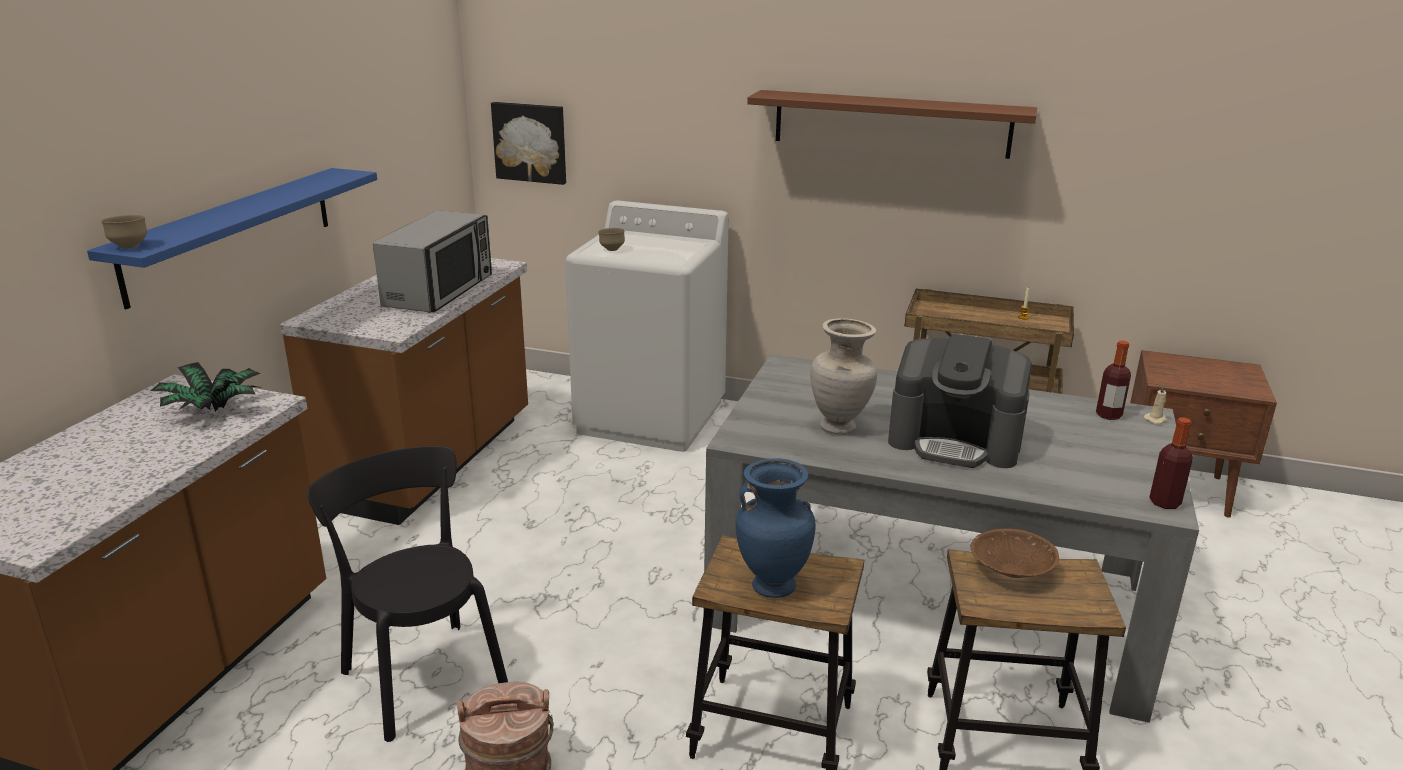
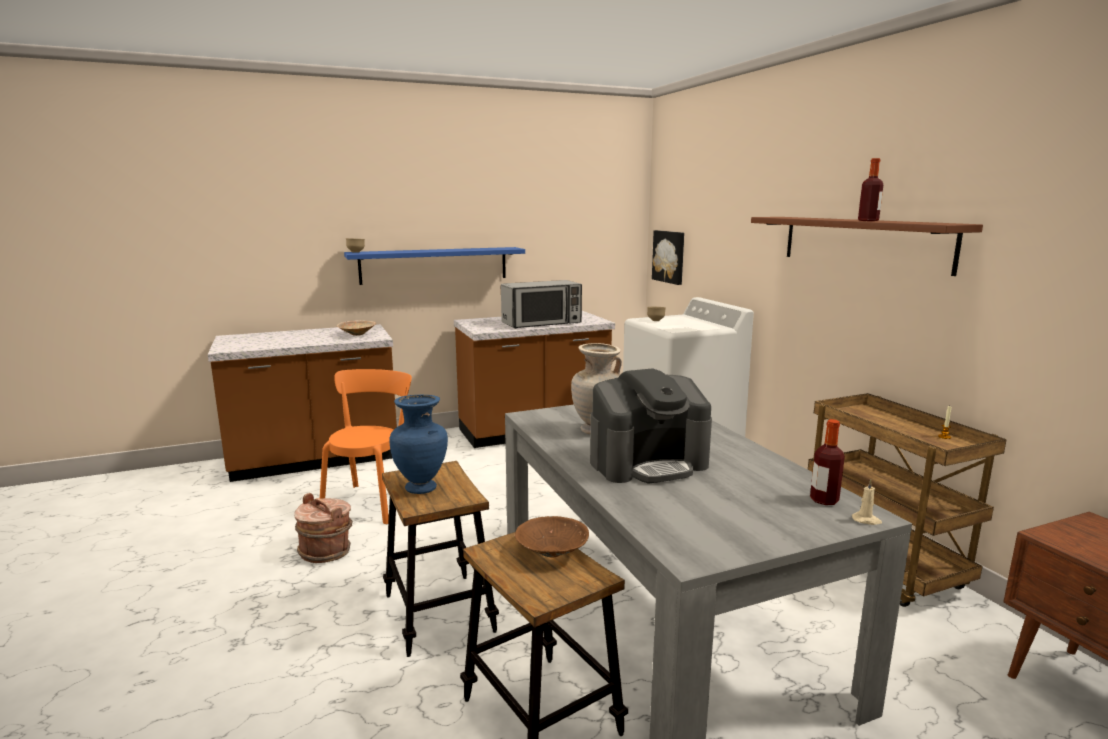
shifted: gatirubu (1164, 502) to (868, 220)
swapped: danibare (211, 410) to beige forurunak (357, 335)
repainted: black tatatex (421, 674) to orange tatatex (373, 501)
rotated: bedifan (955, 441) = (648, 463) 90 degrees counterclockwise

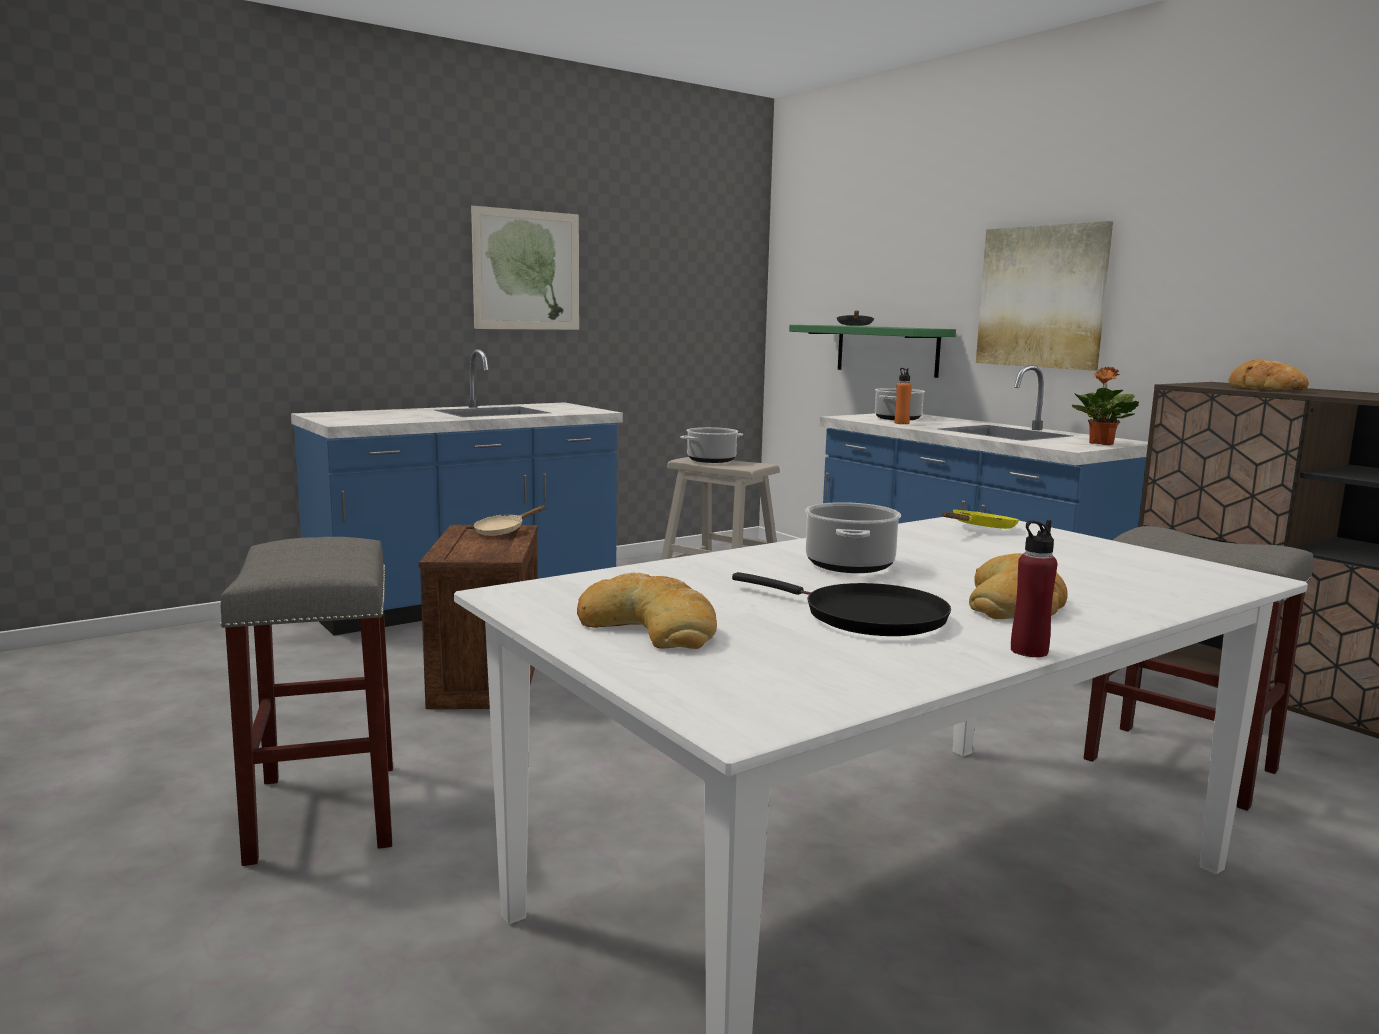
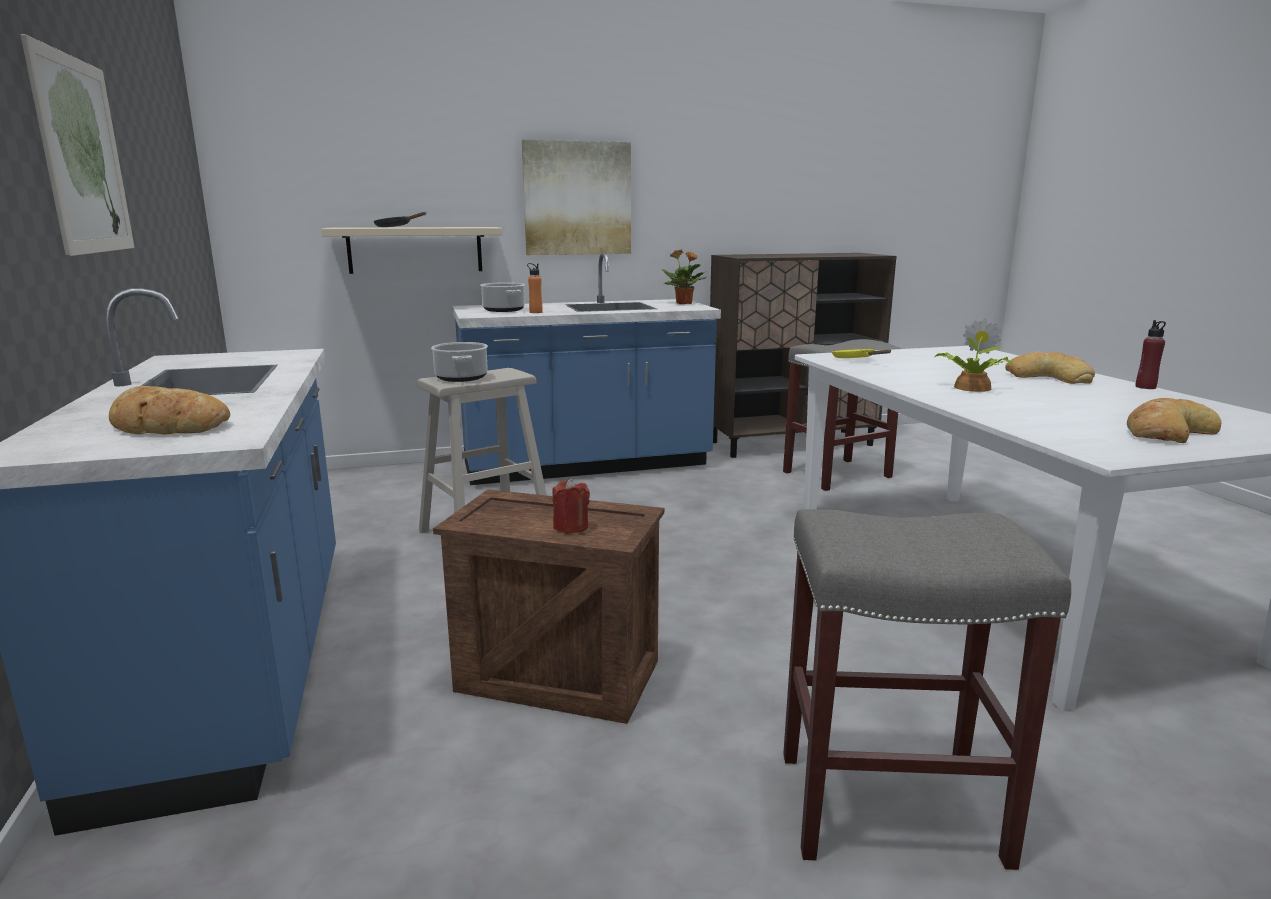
gone: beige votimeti (503, 531); black votimeti (865, 616)
new: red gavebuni (571, 527)
shifted: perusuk (1263, 388) to (167, 425)
swapped: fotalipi (849, 564) to danibare (970, 388)
repainted: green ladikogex (887, 350) to beige ladikogex (415, 250)

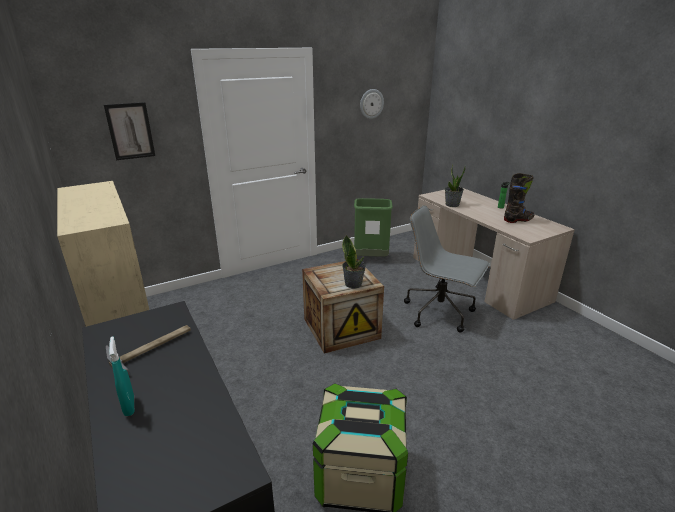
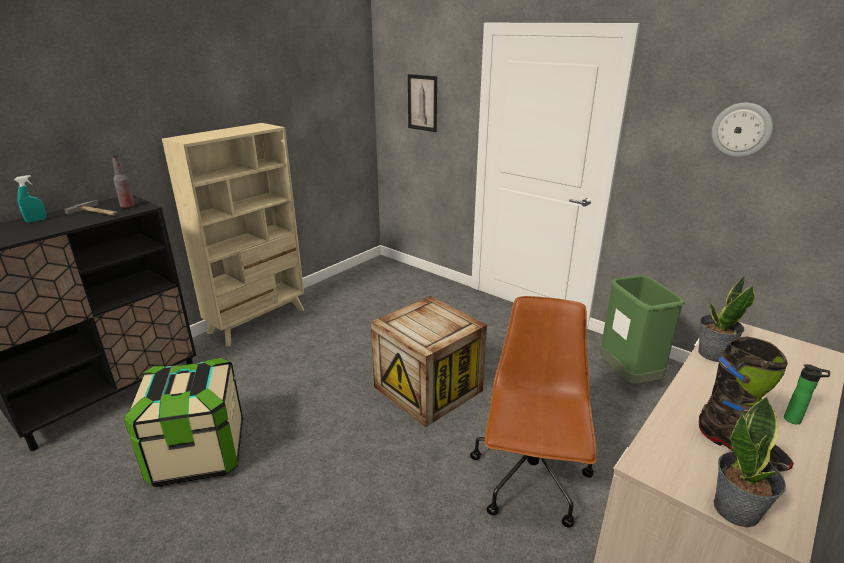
new: gatirubu (128, 206)
shifted: danibare (353, 284) to (737, 510)
repainted: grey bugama (440, 313) to brown bugama (530, 481)

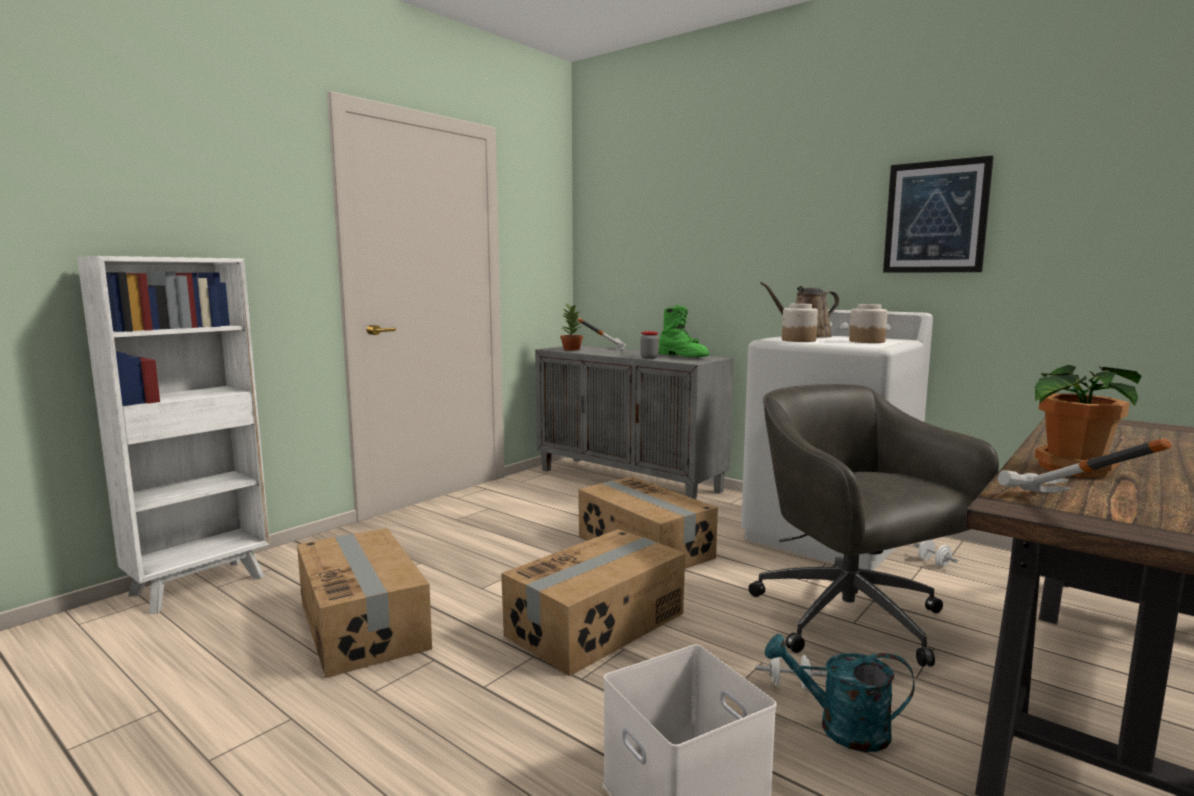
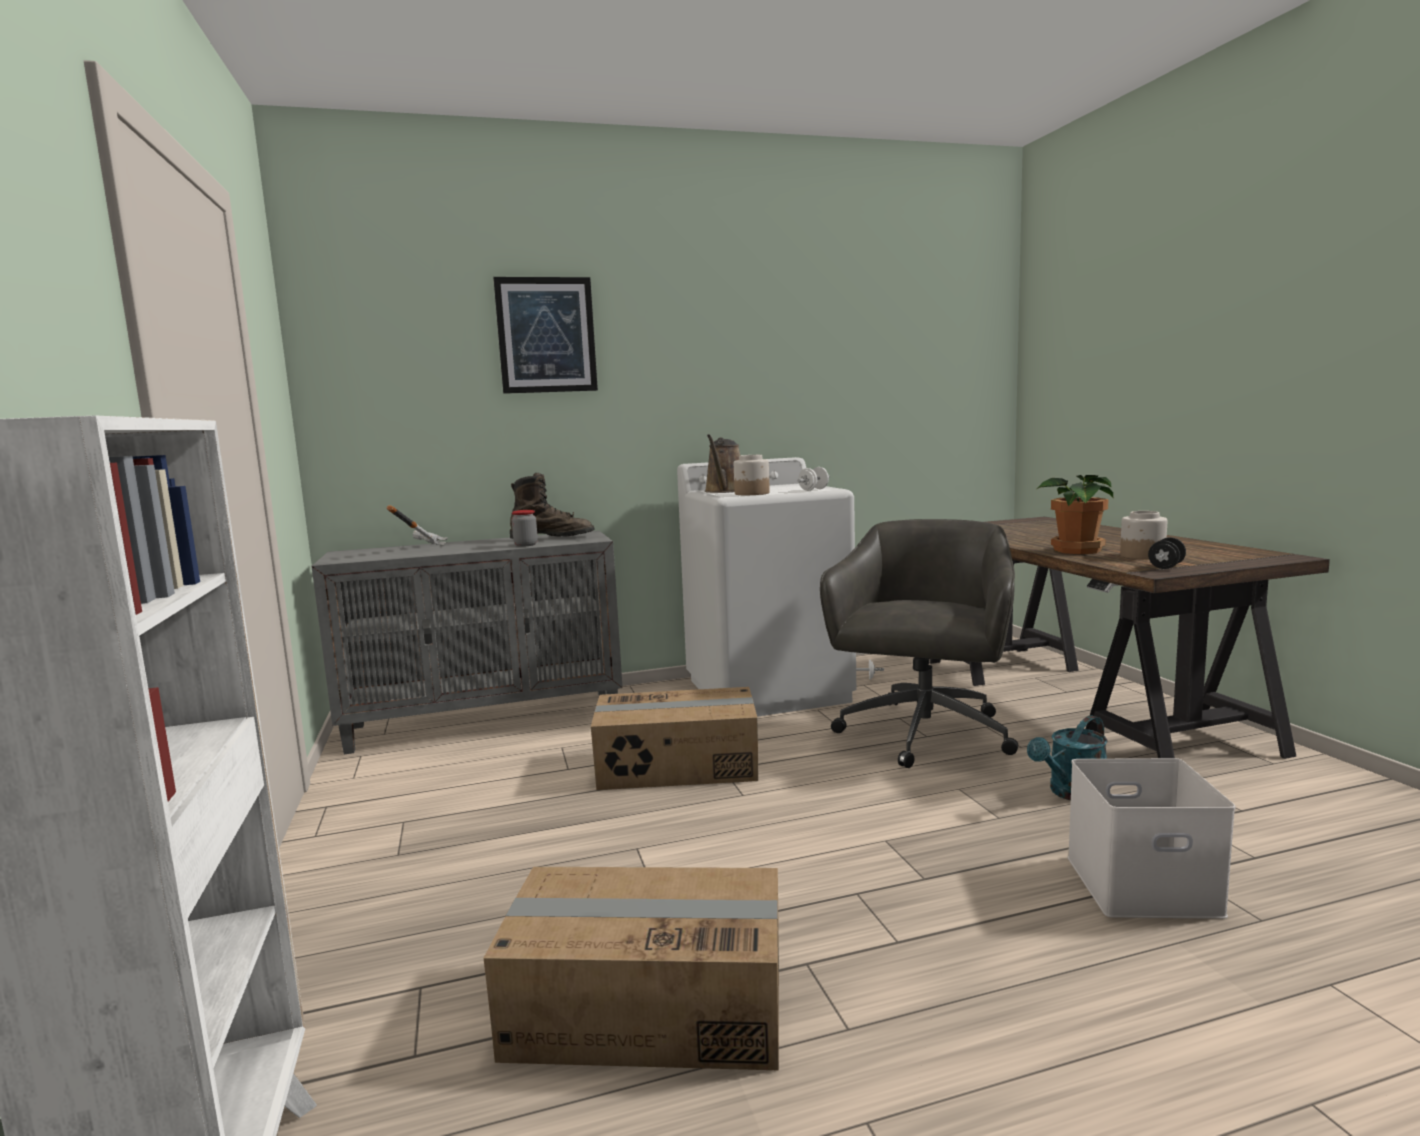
gone: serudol (597, 625); danibare (571, 349)
shifted: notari (936, 217) to (546, 335); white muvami (789, 684) to (813, 490); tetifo (866, 341) to (1141, 556)
swapped: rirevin (1065, 509) to black muvami (1166, 567)
repainted: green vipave (683, 357) to brown vipave (552, 538)
rotated: grey bugama (852, 620) = (923, 735) 105 degrees clockwise

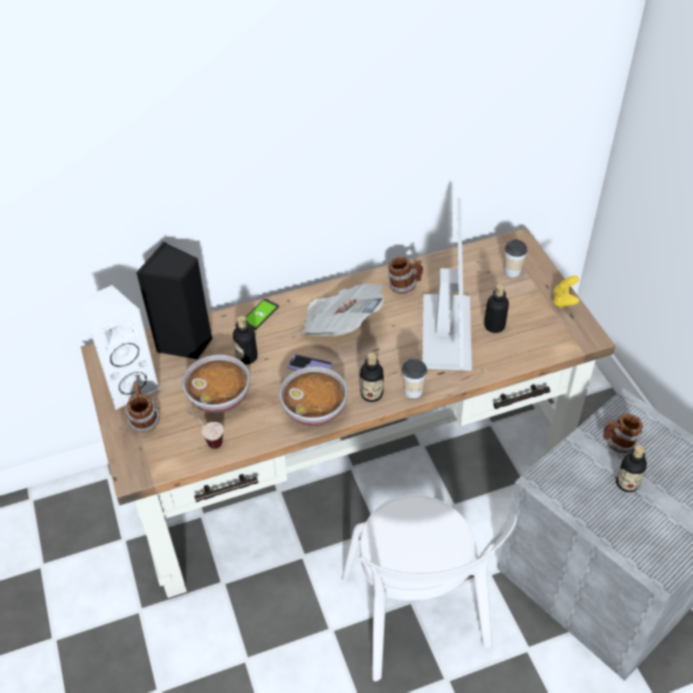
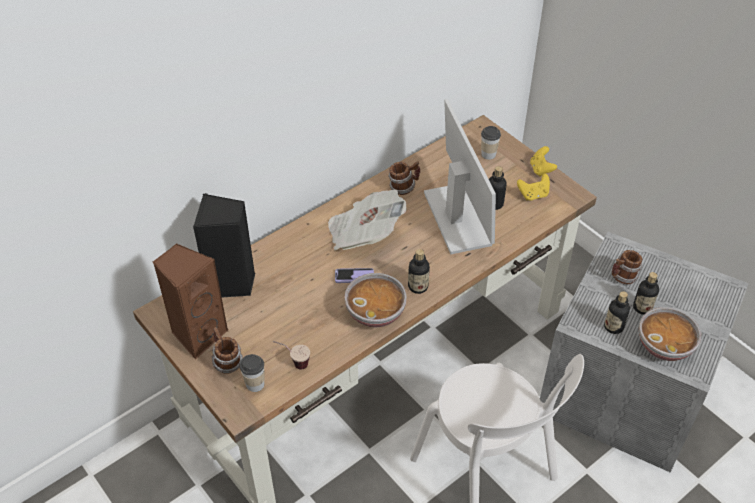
gone: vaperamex (260, 315)
new: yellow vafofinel (533, 195)
shifted: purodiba (413, 391) to (255, 384); gatirubu (247, 357) to (613, 326); forurunak (220, 397) to (664, 345)
repainted: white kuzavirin (130, 385) to brown kuzavirin (198, 334)

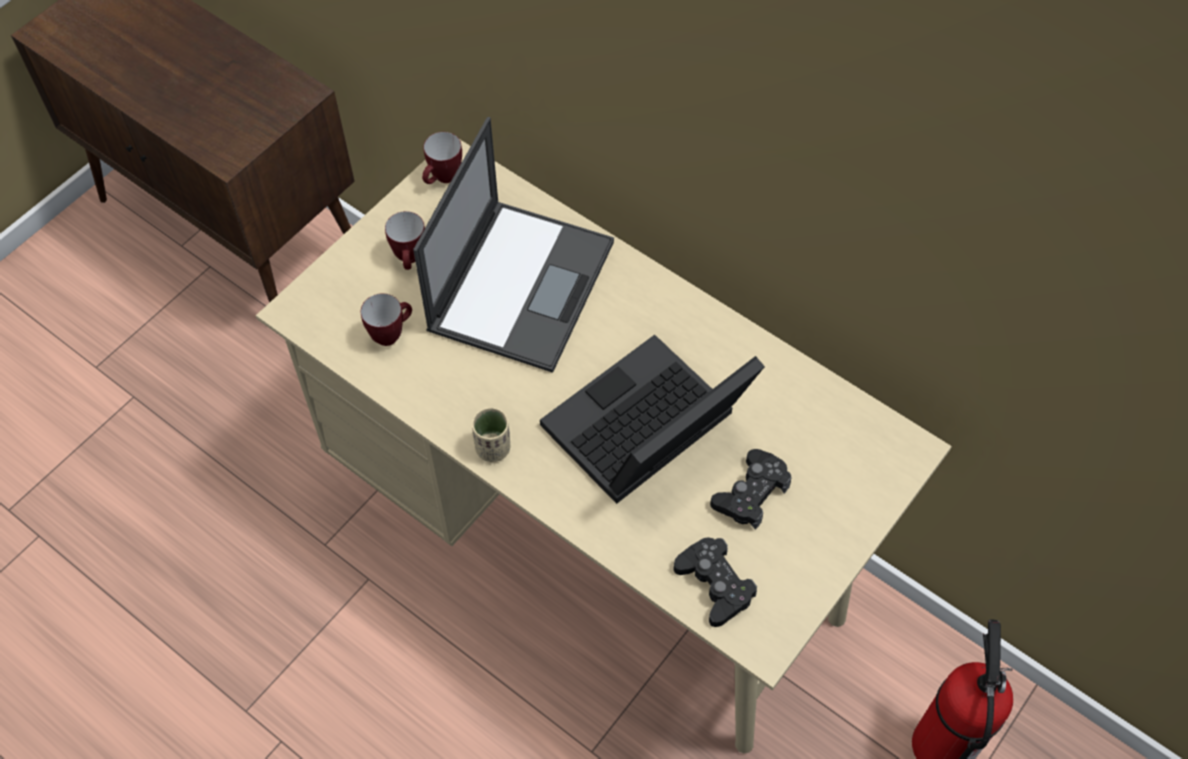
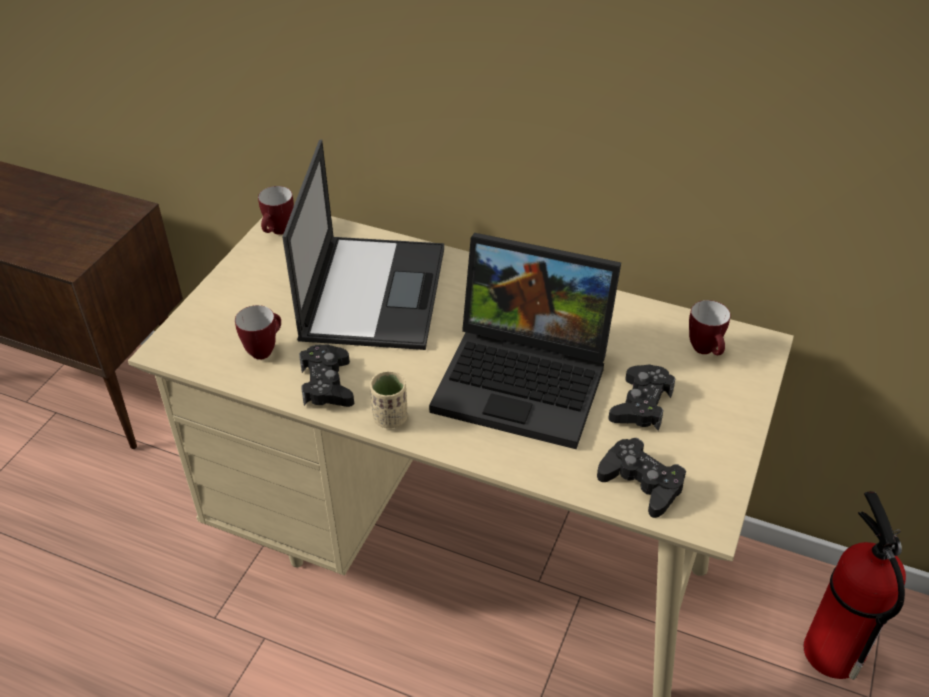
new: black vafofinel (327, 384)
shifted: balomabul (410, 260) to (706, 351)
rotated: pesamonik (645, 434) = (527, 379) 105 degrees counterclockwise

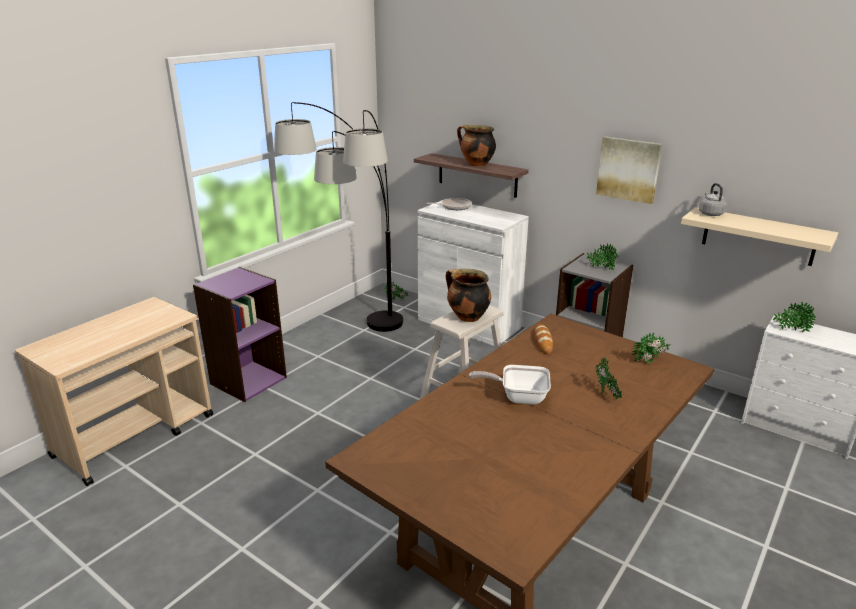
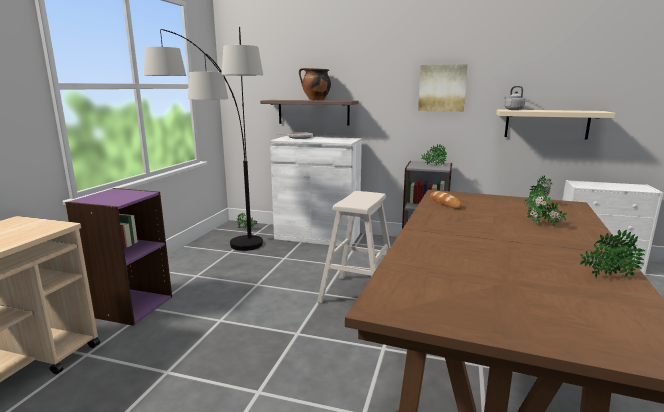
gone: fotalipi (467, 317); votimeti (518, 396)
shifted: danibare (790, 330) to (605, 277)

